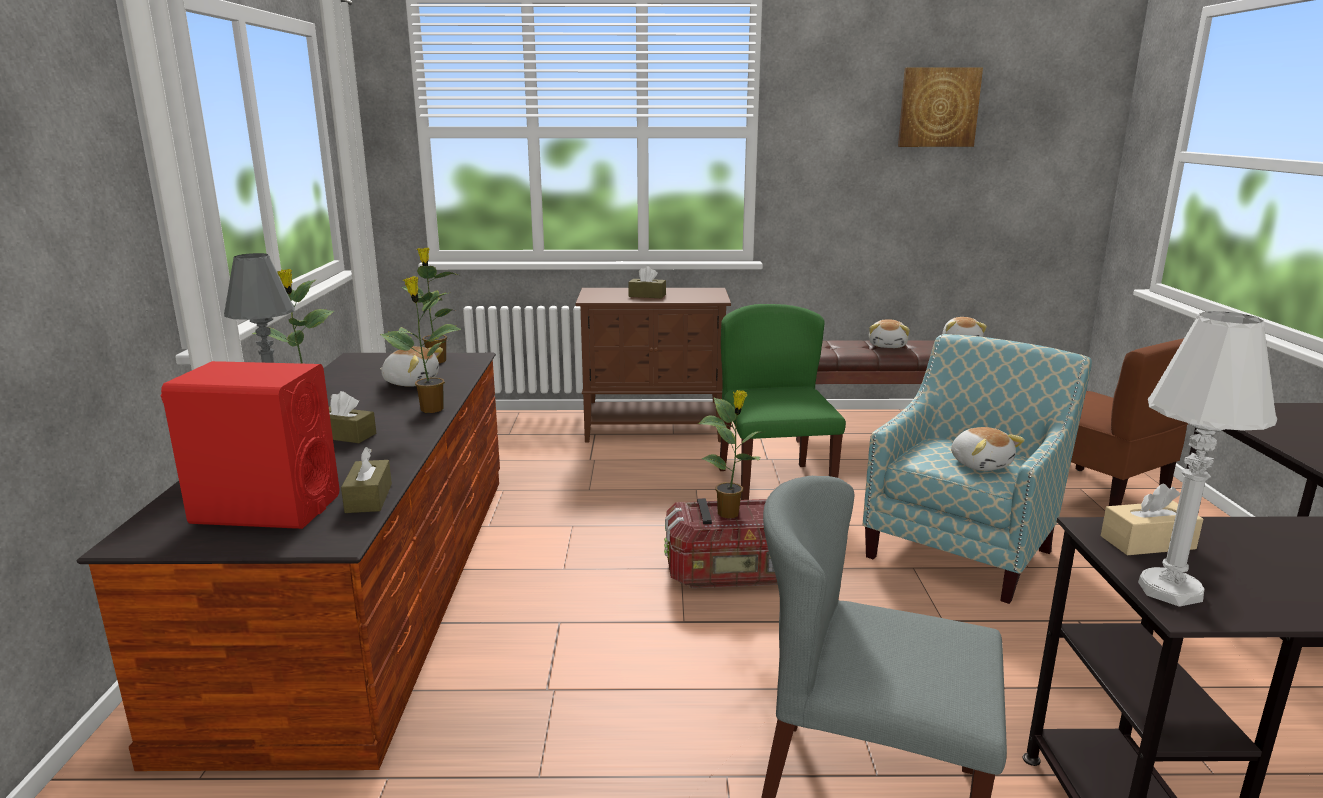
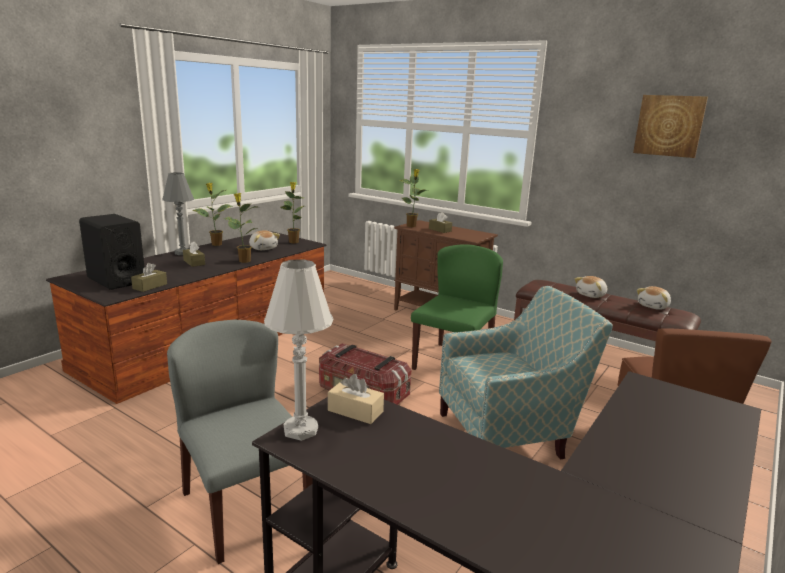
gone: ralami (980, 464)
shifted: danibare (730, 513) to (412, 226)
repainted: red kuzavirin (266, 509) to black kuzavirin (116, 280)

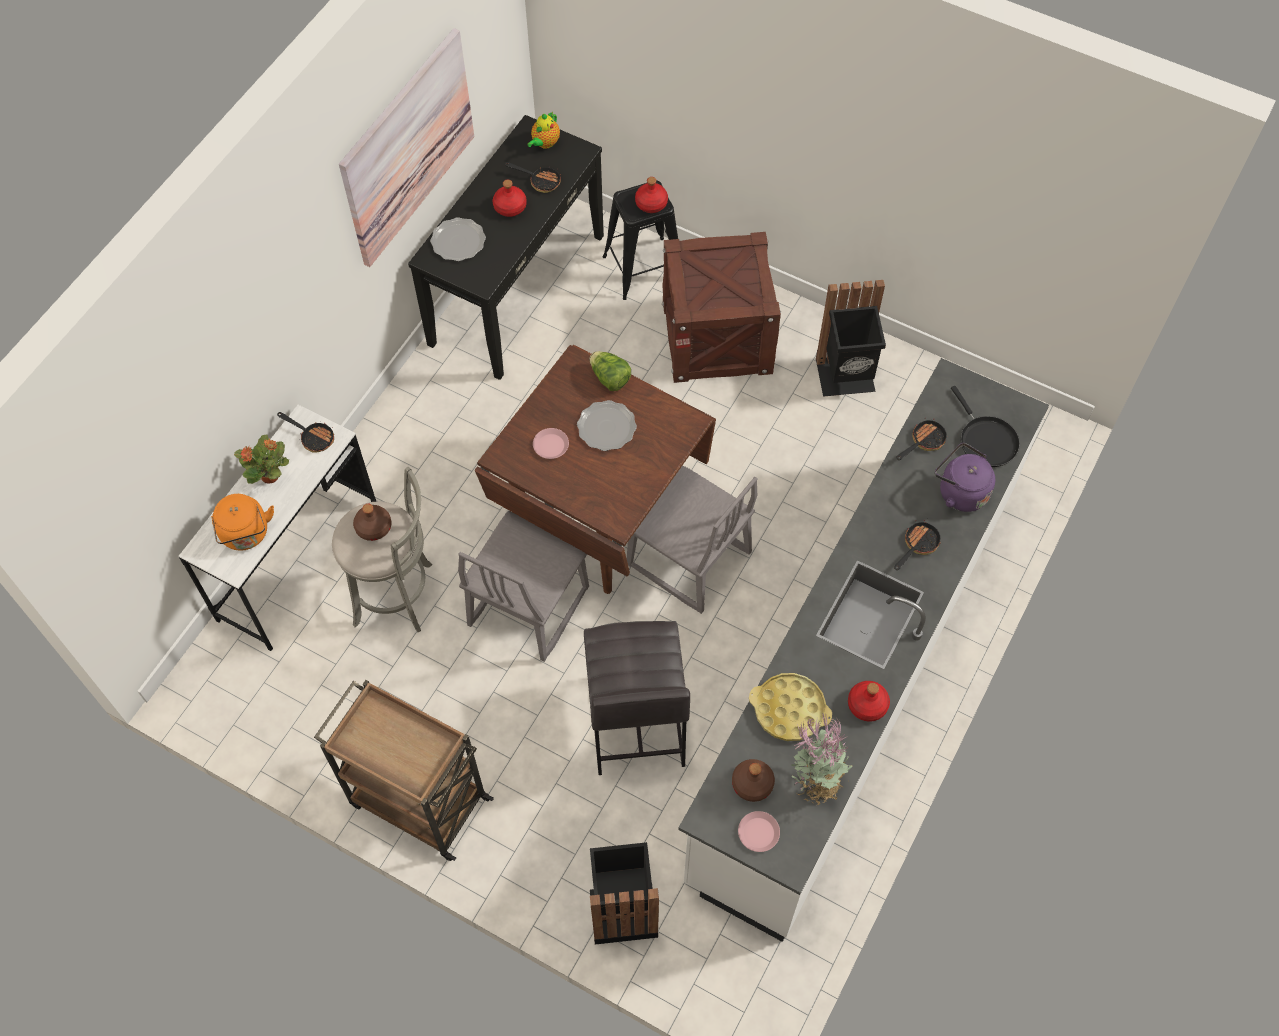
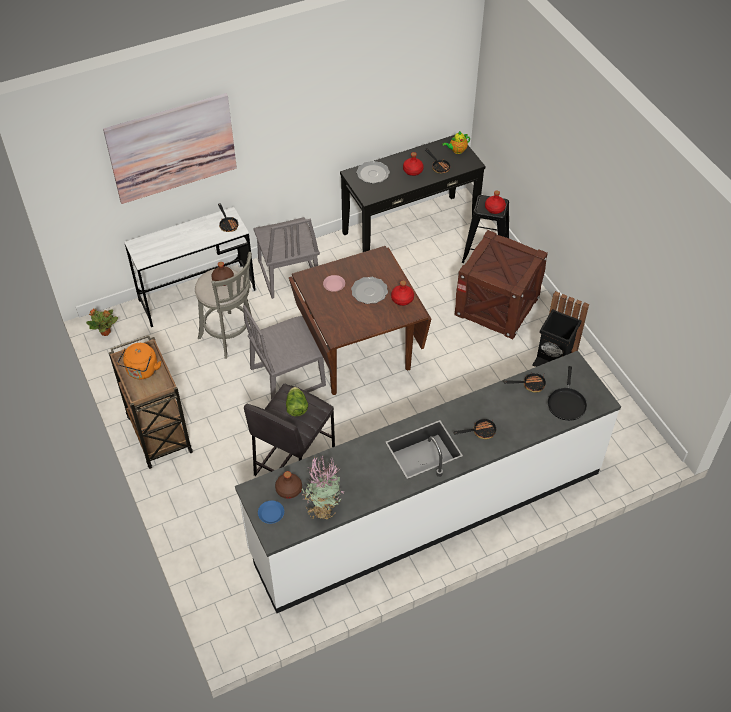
gone: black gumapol (622, 909); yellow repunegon (789, 710); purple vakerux (959, 492)
shifted: danibare (270, 476) to (106, 332); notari (408, 148) to (172, 148); orange vakerux (246, 535) to (142, 371); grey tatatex (688, 560) to (288, 275); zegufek (609, 378) to (296, 407); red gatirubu (866, 704) to (402, 299)
repainted: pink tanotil (758, 832) to blue tanotil (271, 513)

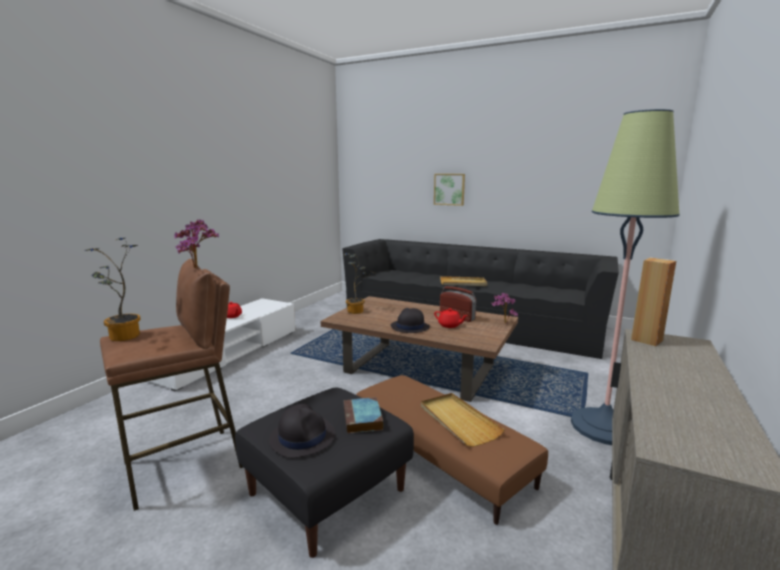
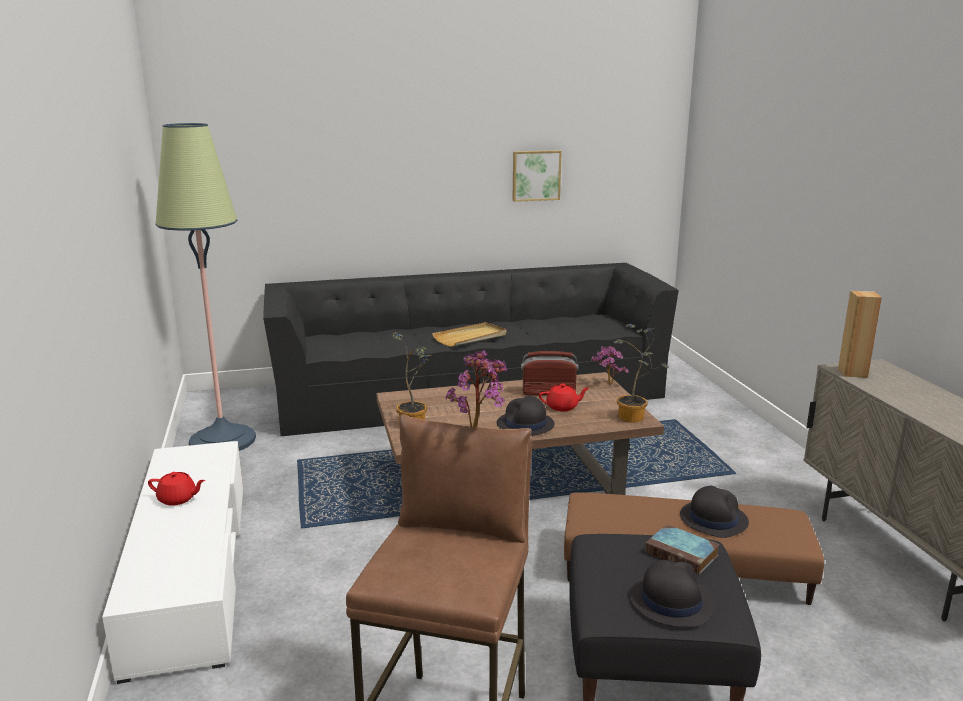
shifted: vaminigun (604, 427) to (223, 440); notari (449, 189) to (536, 175); danibare (123, 338) to (634, 418)
swapped: beige repunegon (458, 421) to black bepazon (713, 519)

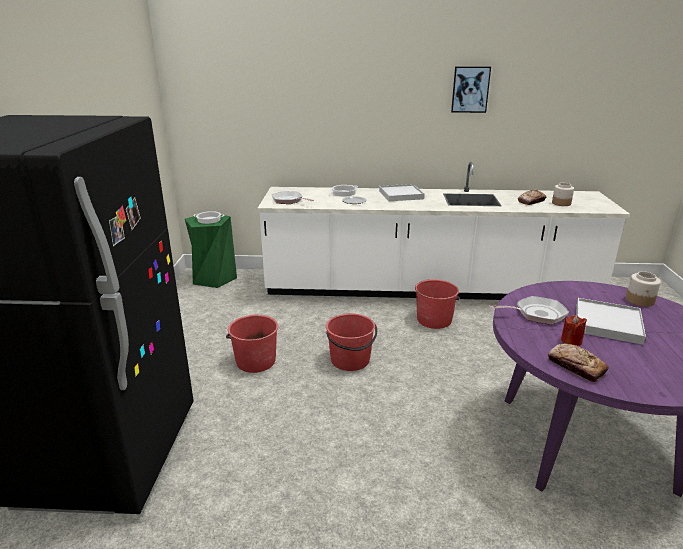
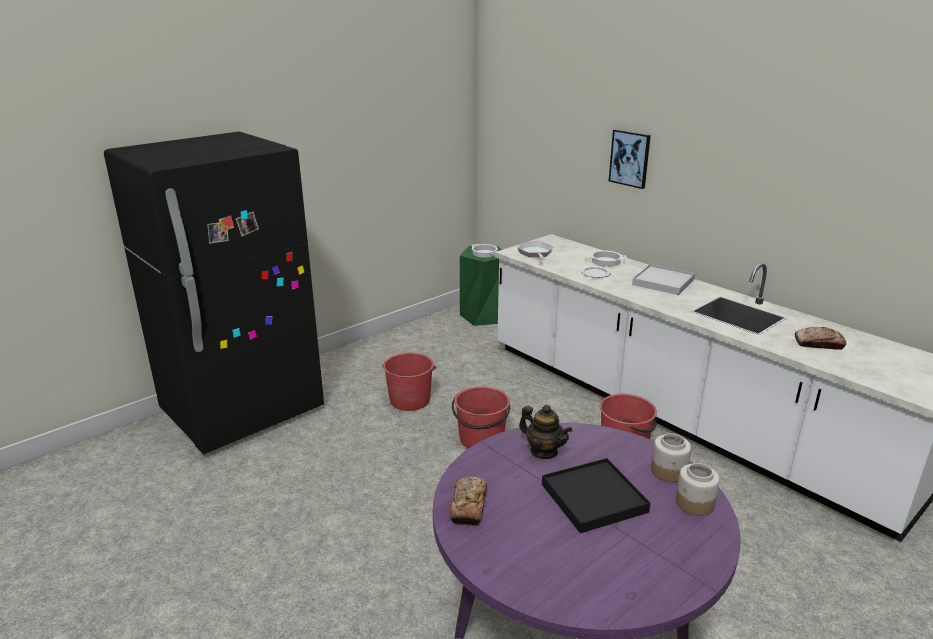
gone: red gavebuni (571, 341)
shifted: notari (470, 89) to (630, 158); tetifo (561, 203) to (669, 471)
swapped: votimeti (536, 314) to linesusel (544, 451)
repainted: white repunegon (607, 323) to black repunegon (593, 498)

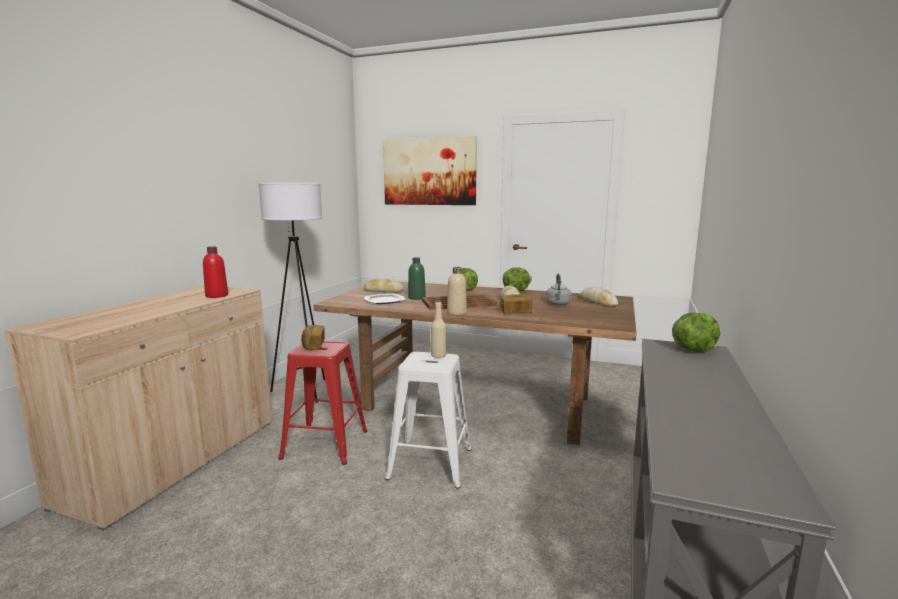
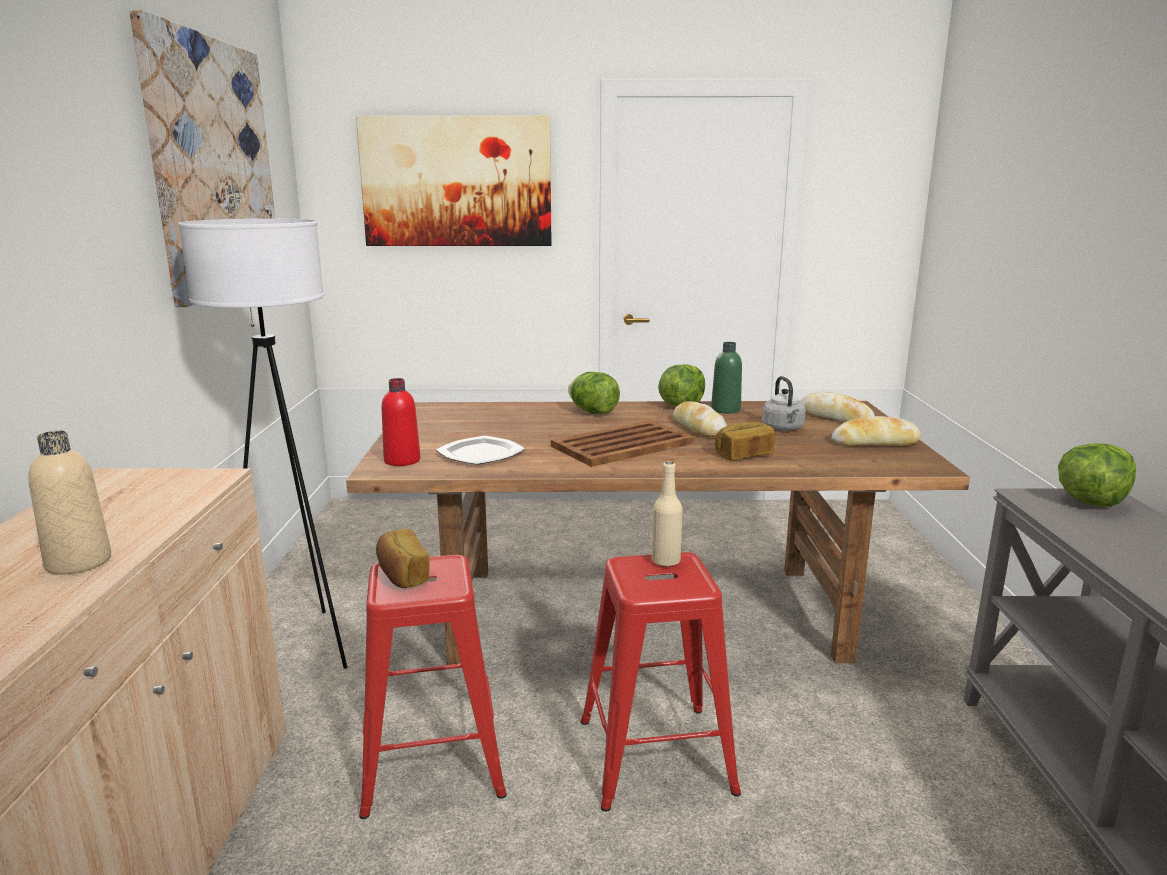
new: notari (214, 168)
shifted: beige gatirubu (456, 312) to (79, 562); red gatirubu (217, 296) to (402, 460); green gatirubu (416, 298) to (725, 410); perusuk (383, 291) to (875, 442)
repainted: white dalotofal (429, 464) to red dalotofal (654, 756)

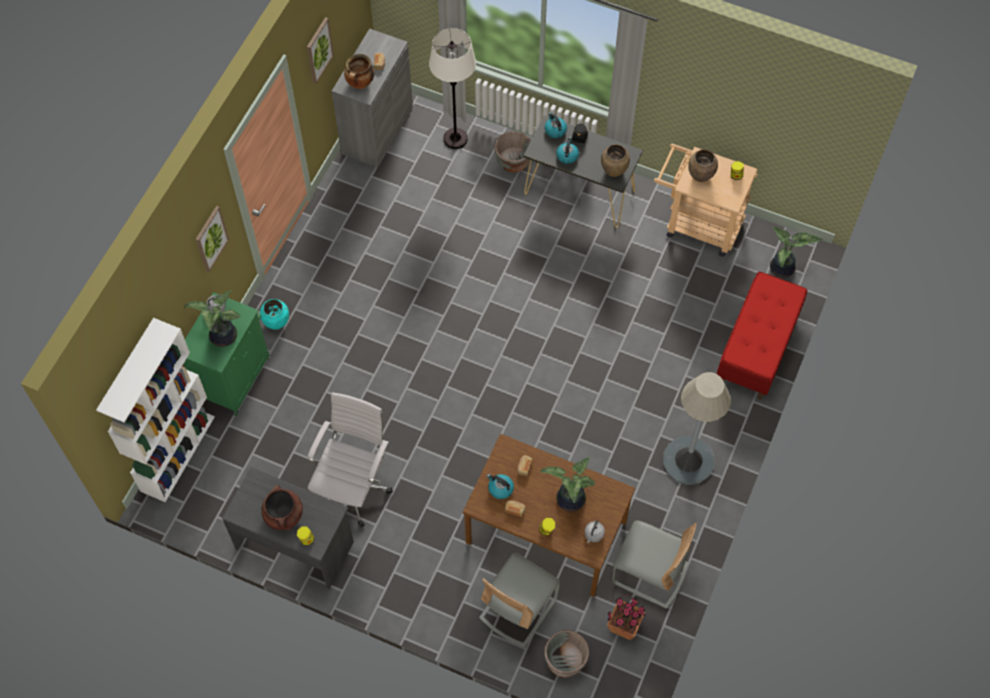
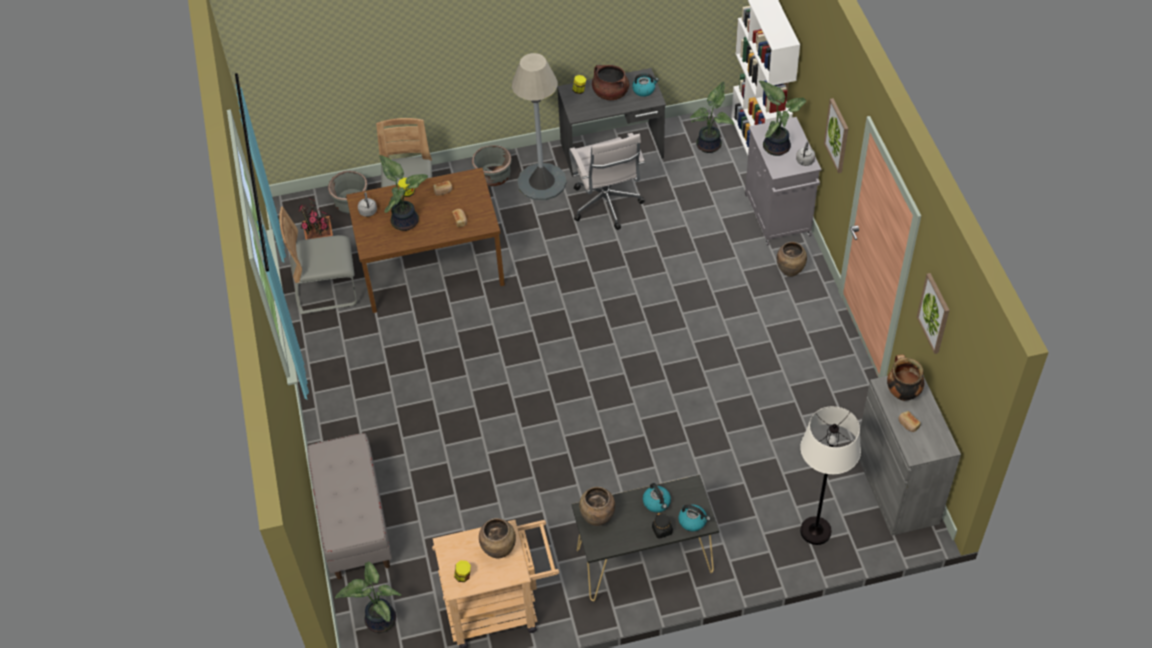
new: danibare (710, 145)
shifted: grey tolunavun (513, 161) to (493, 177); grey vaminigun (688, 460) to (541, 182); vakerux (500, 488) to (644, 90)
repainted: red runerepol (757, 348) to grey runerepol (354, 521); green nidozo (234, 376) to grey nidozo (778, 216); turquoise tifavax (277, 323) to brown tifavax (790, 271)

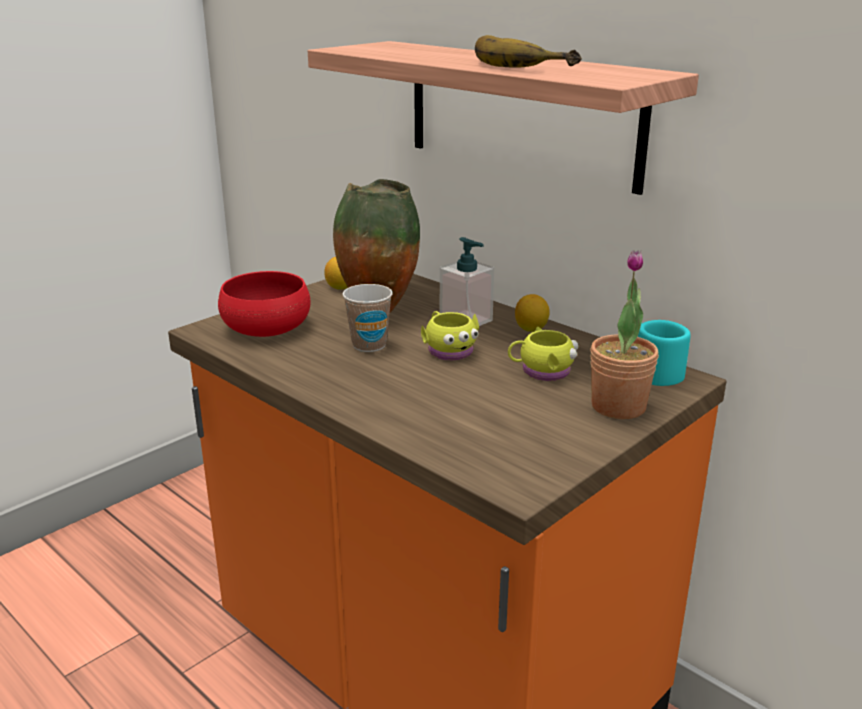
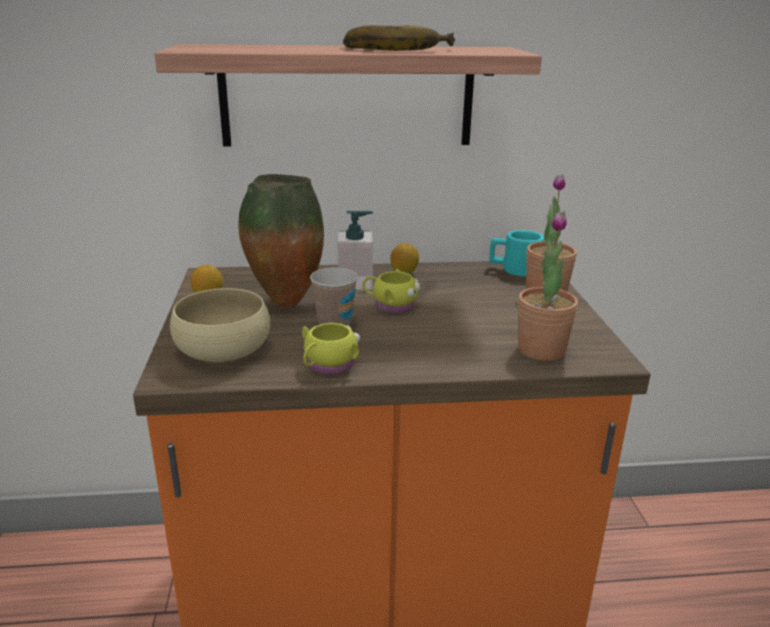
new: danibare (541, 350)
shifted: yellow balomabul (541, 371) to (328, 366)
repainted: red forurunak (267, 327) to beige forurunak (223, 349)

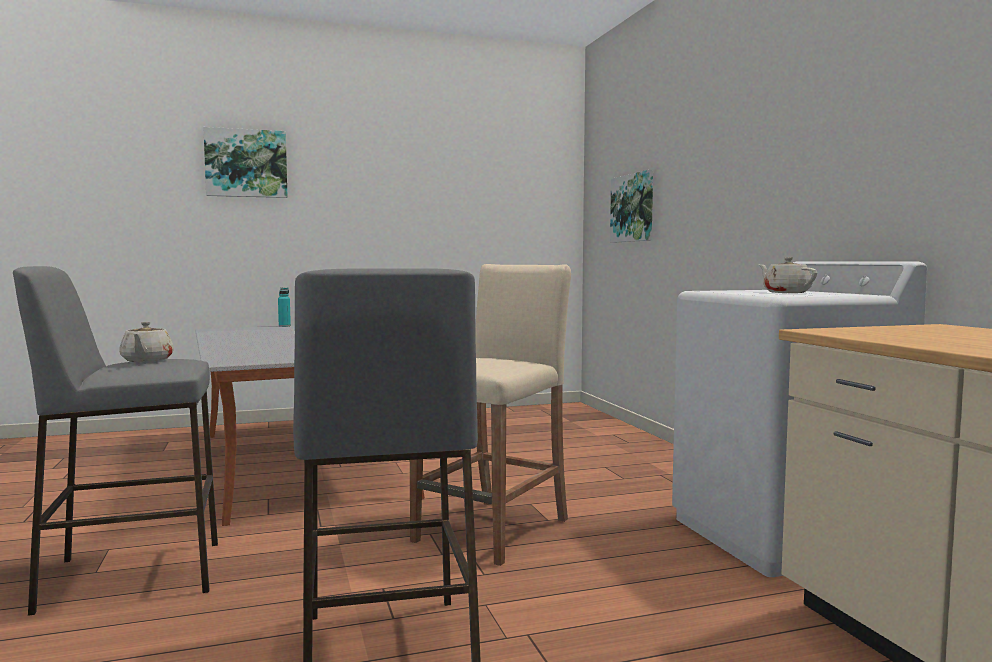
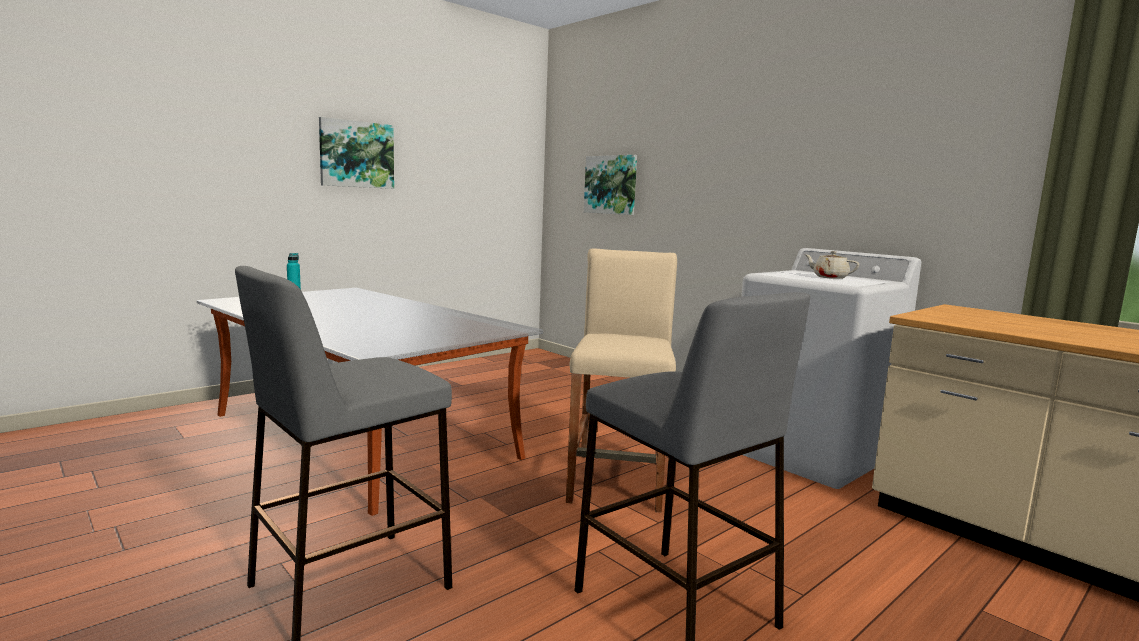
gone: beige linesusel (147, 360)
shifted: notari (246, 163) to (356, 154)

